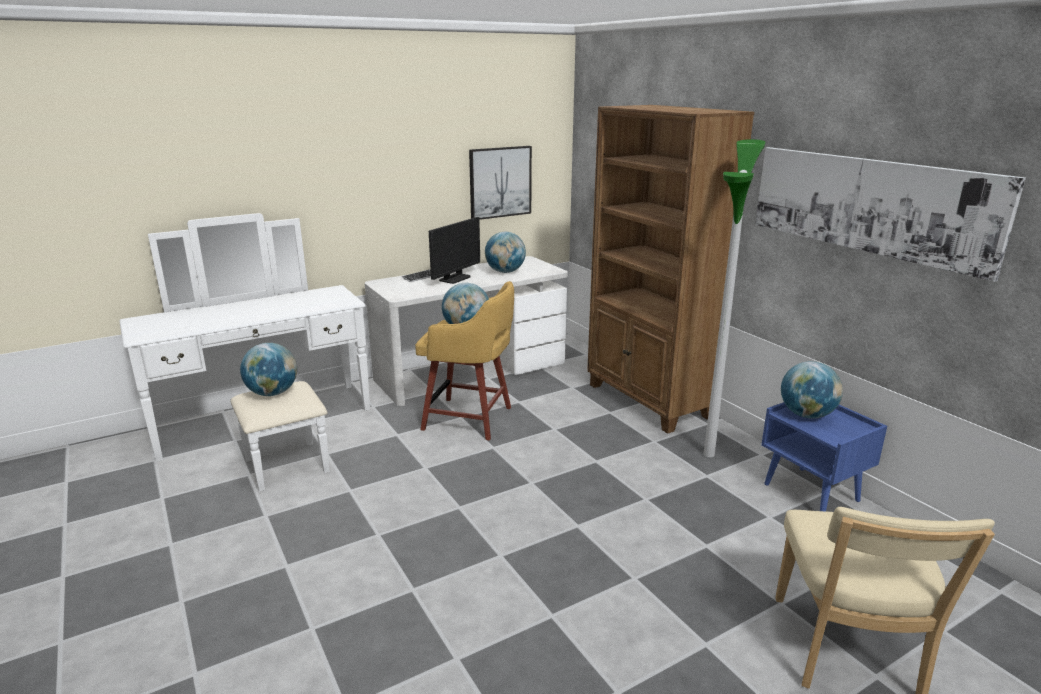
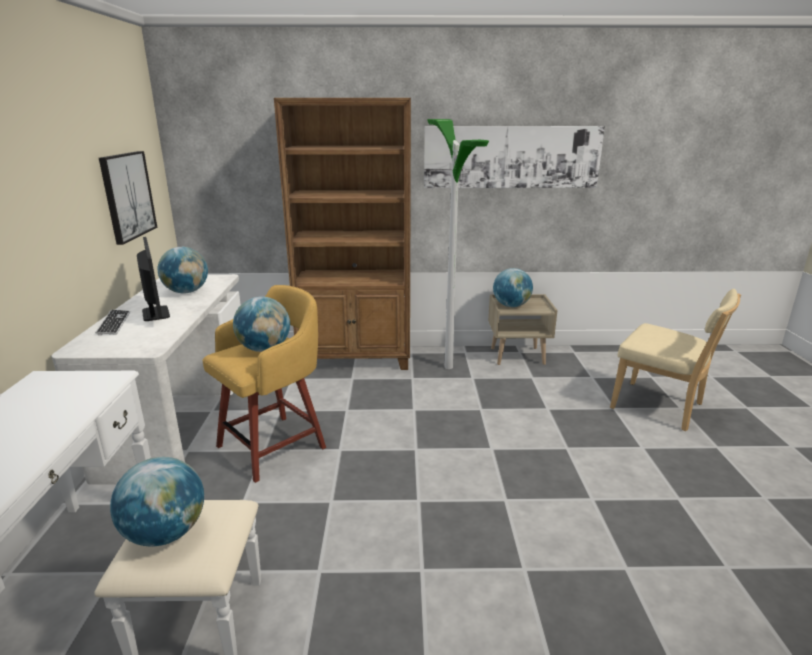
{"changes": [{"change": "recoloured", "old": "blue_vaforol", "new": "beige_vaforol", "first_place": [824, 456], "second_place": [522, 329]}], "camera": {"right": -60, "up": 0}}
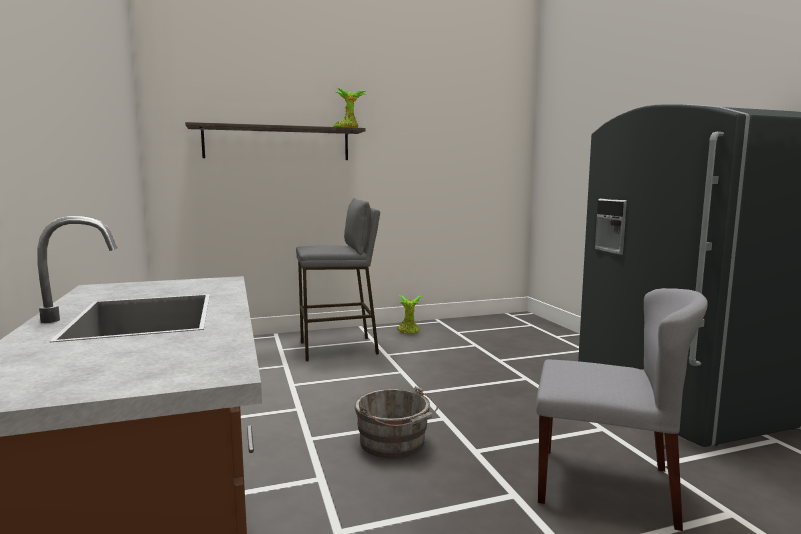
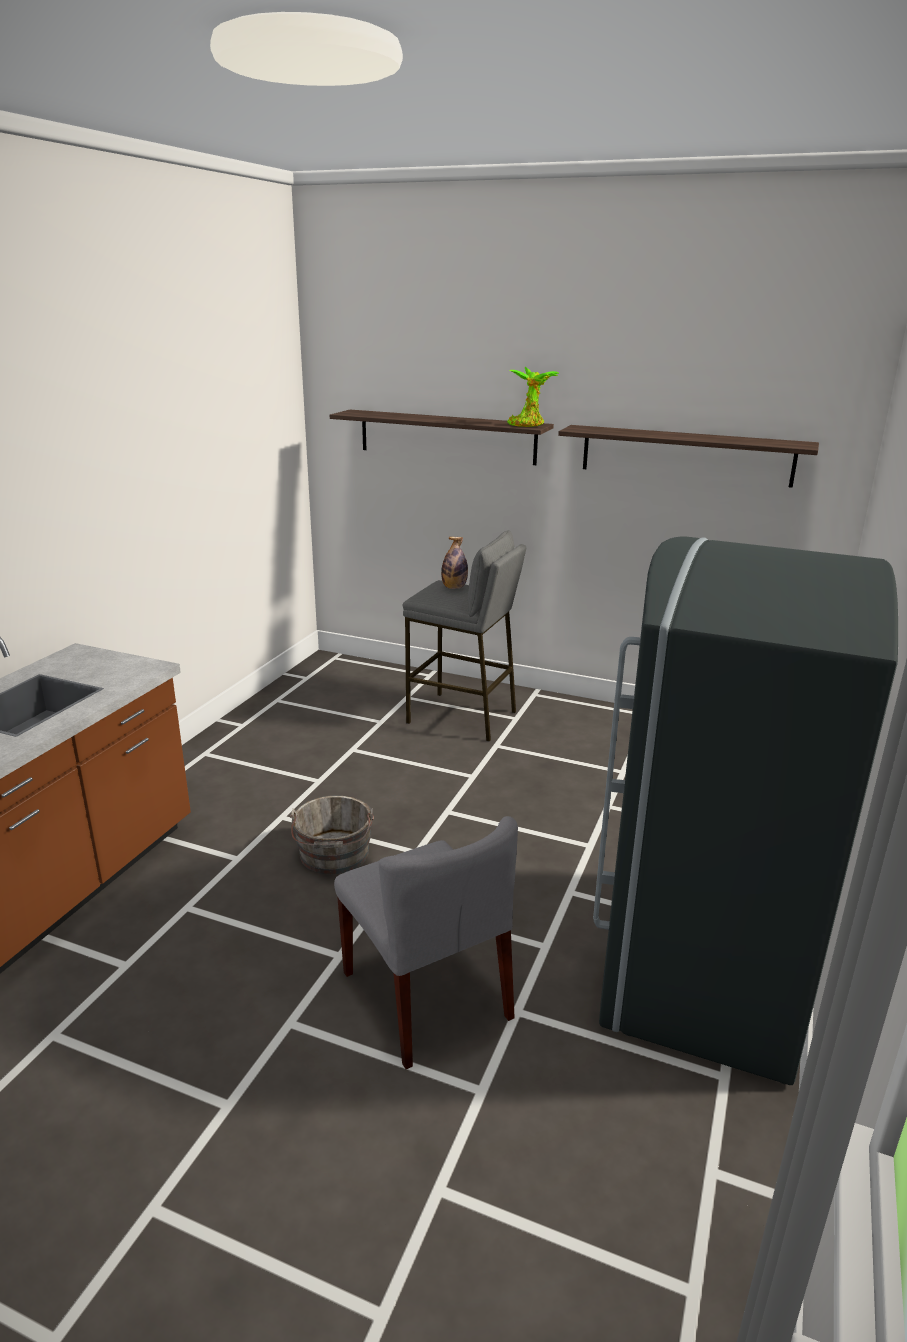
{"changes": [{"change": "removed", "old": "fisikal", "first_place": [410, 314]}, {"change": "added", "new": "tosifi", "second_place": [454, 563]}, {"change": "added", "new": "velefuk", "second_place": [688, 456]}], "camera": {"right": 40, "up": 15}}
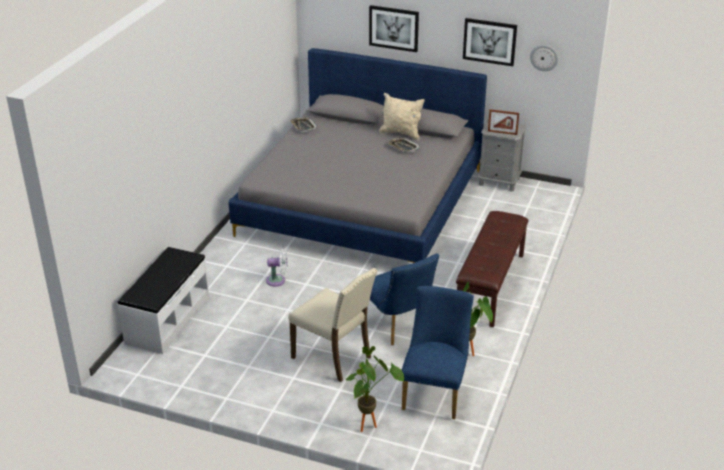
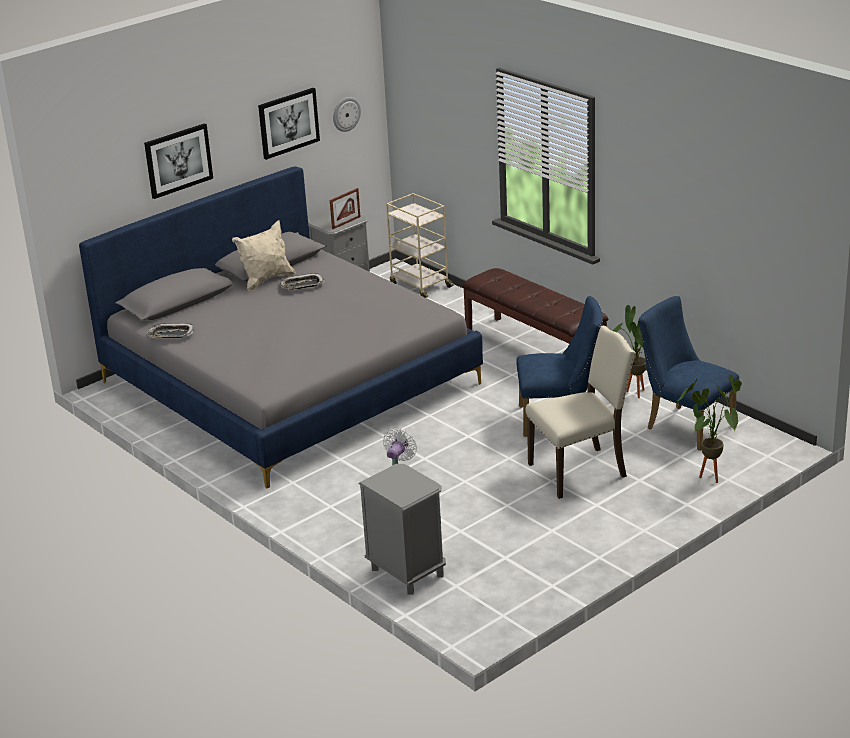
{"changes": [{"change": "replaced", "old": "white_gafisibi", "new": "grey_vaforol", "first_place": [163, 300], "second_place": [402, 529]}, {"change": "added", "new": "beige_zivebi", "second_place": [420, 245]}], "camera": {"right": -60, "up": -5}}
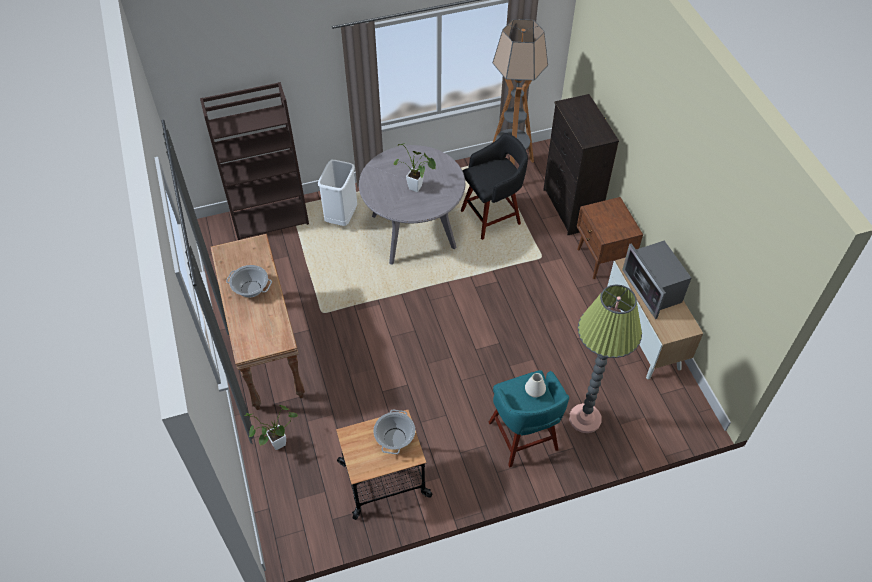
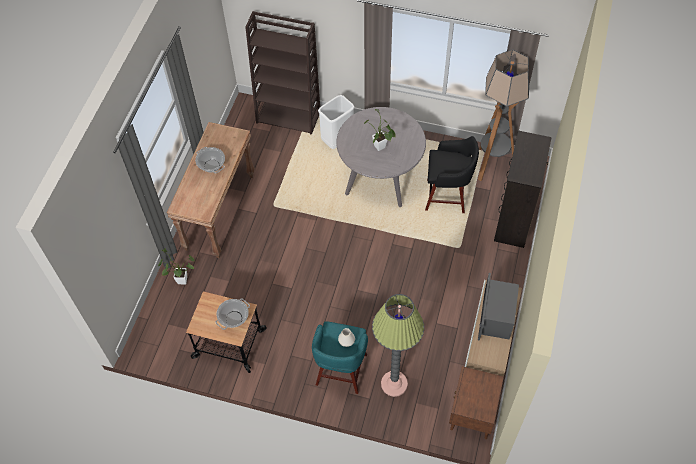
{"changes": [{"change": "moved", "old": "brown_vaforol", "first_place": [610, 238], "second_place": [476, 402]}], "camera": {"right": 35, "up": 5}}
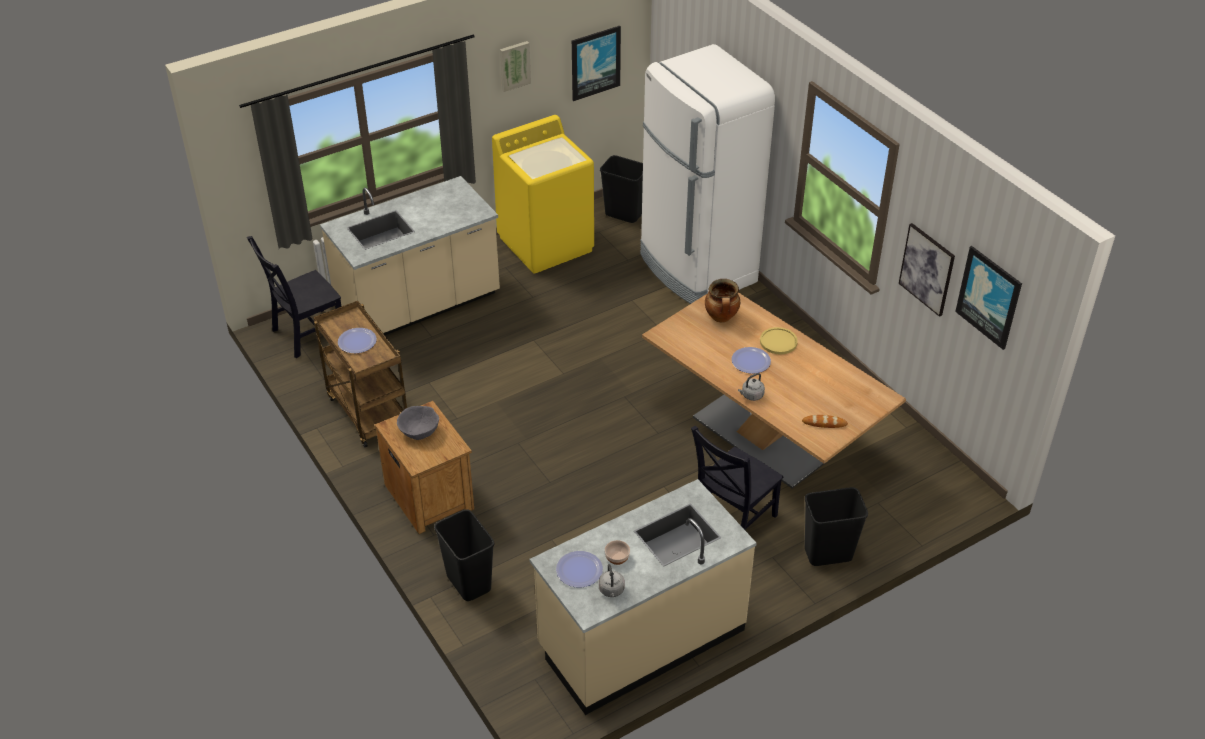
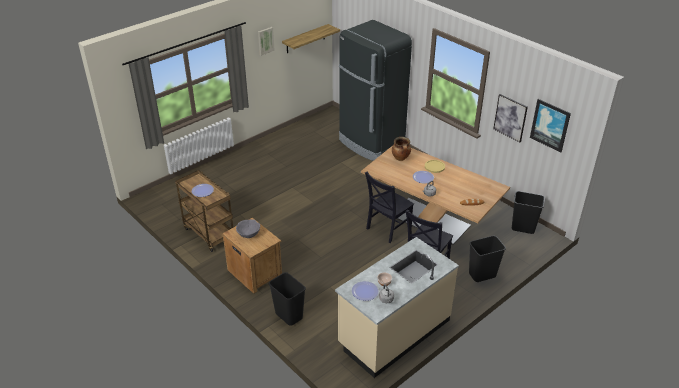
{"changes": [{"change": "moved", "old": "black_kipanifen", "first_place": [294, 297], "second_place": [389, 207]}, {"change": "removed", "old": "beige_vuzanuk", "first_place": [410, 255]}, {"change": "removed", "old": "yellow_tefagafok", "first_place": [543, 194]}, {"change": "replaced", "old": "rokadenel", "new": "velefuk", "first_place": [596, 63], "second_place": [311, 38]}, {"change": "moved", "old": "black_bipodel", "first_place": [621, 189], "second_place": [528, 212]}, {"change": "recoloured", "old": "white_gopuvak", "new": "black_gopuvak", "first_place": [707, 174], "second_place": [375, 90]}], "camera": {"right": -10, "up": -5}}
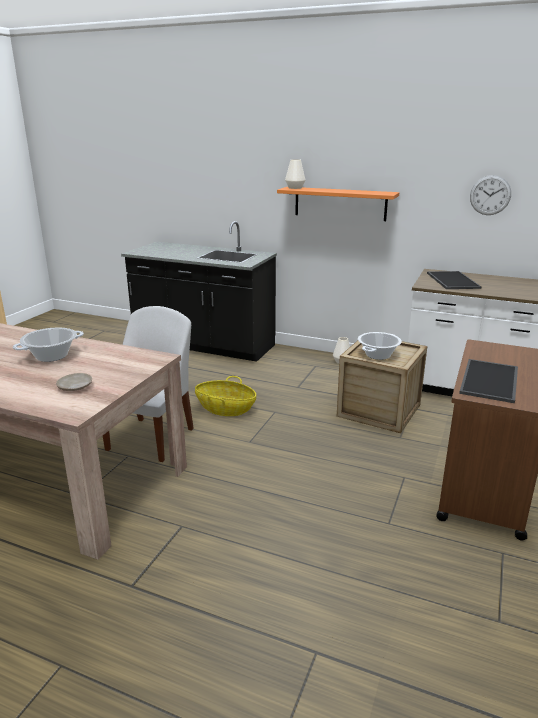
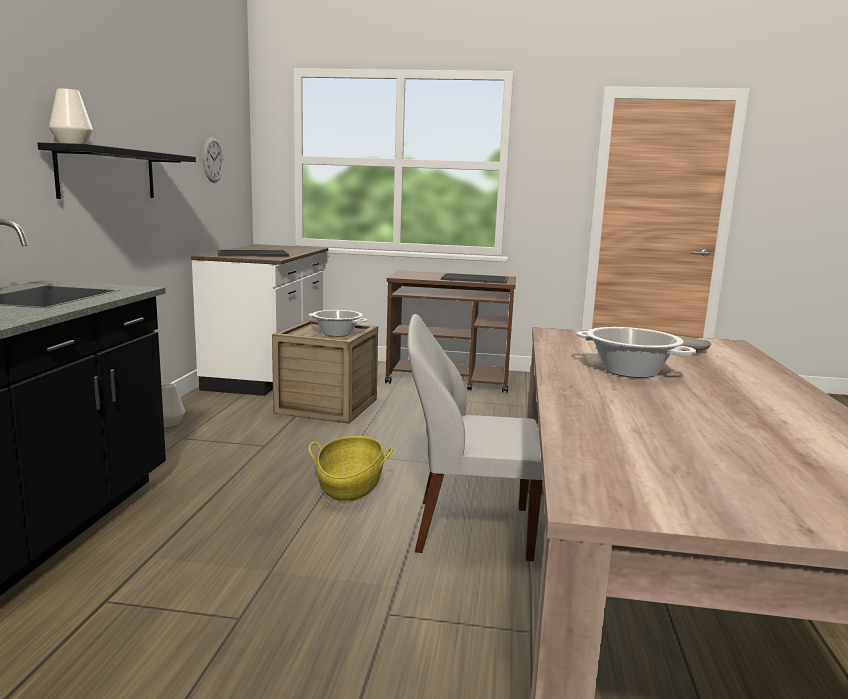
{"changes": [{"change": "recoloured", "old": "orange_velefuk", "new": "black_velefuk", "first_place": [338, 204], "second_place": [117, 171]}], "camera": {"right": -105, "up": -10}}
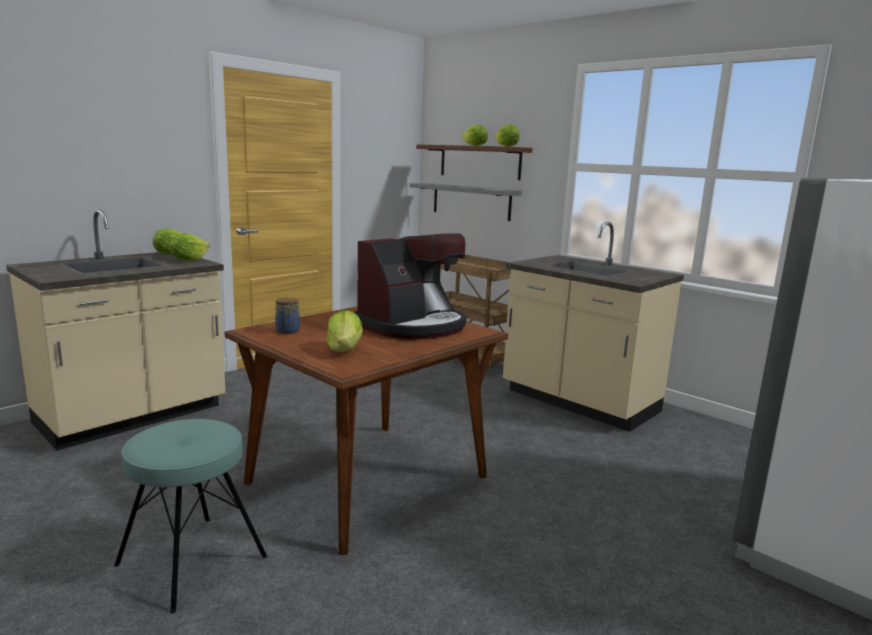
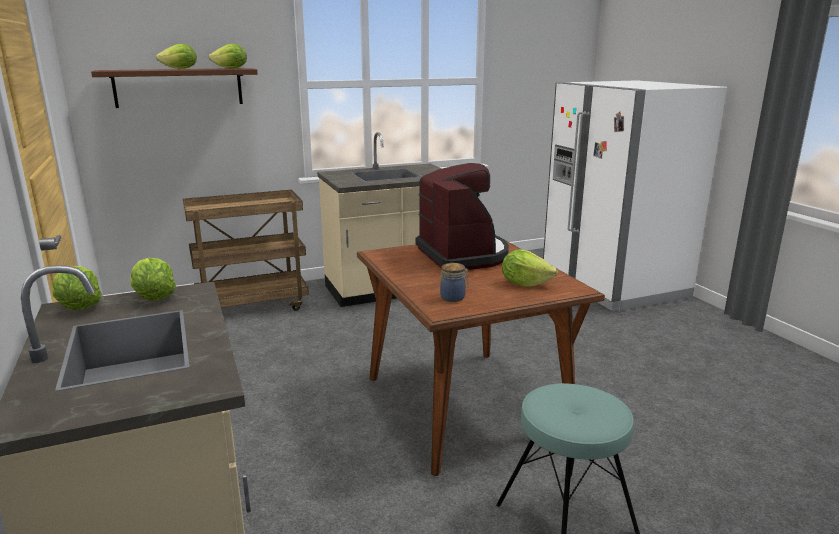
{"changes": [{"change": "removed", "old": "grey_velefuk", "first_place": [466, 202]}], "camera": {"right": -65, "up": 5}}
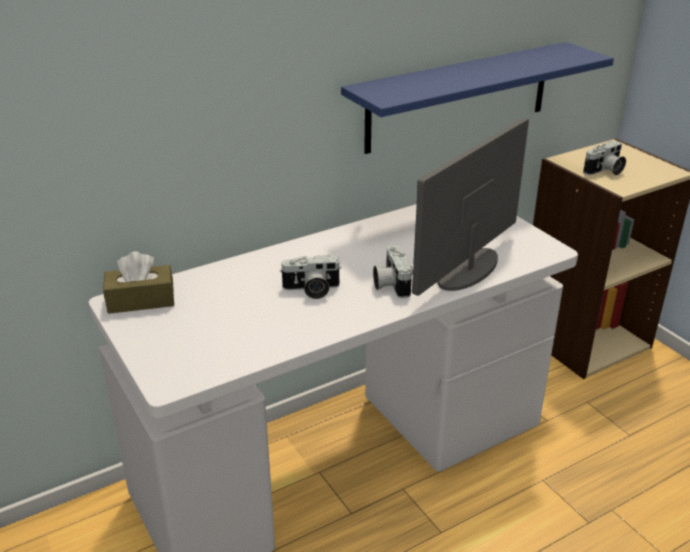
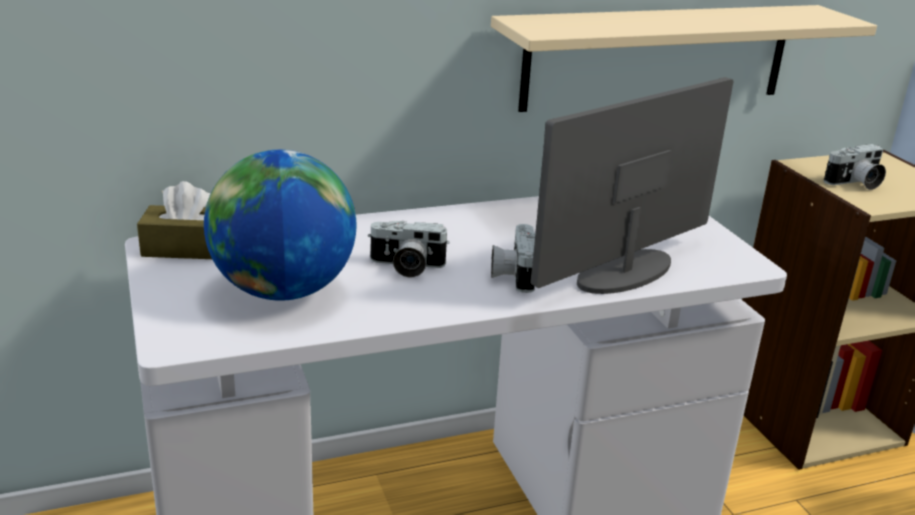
{"changes": [{"change": "recoloured", "old": "blue_velefuk", "new": "beige_velefuk", "first_place": [477, 98], "second_place": [684, 58]}, {"change": "added", "new": "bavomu", "second_place": [280, 225]}], "camera": {"right": 10, "up": -5}}
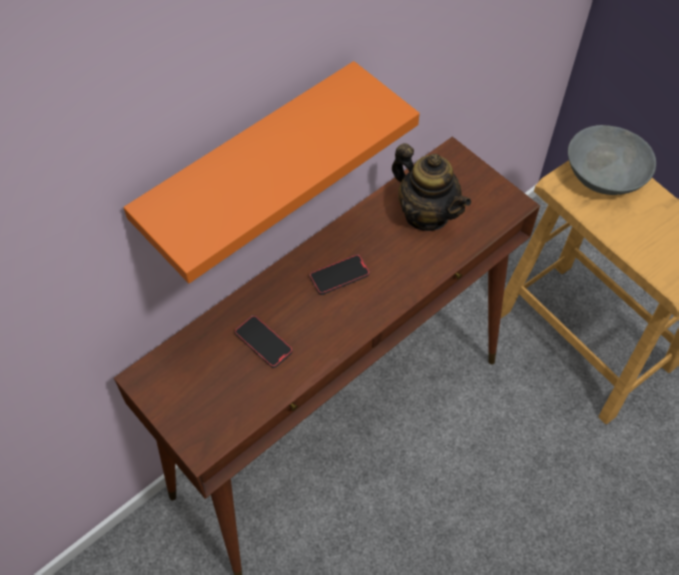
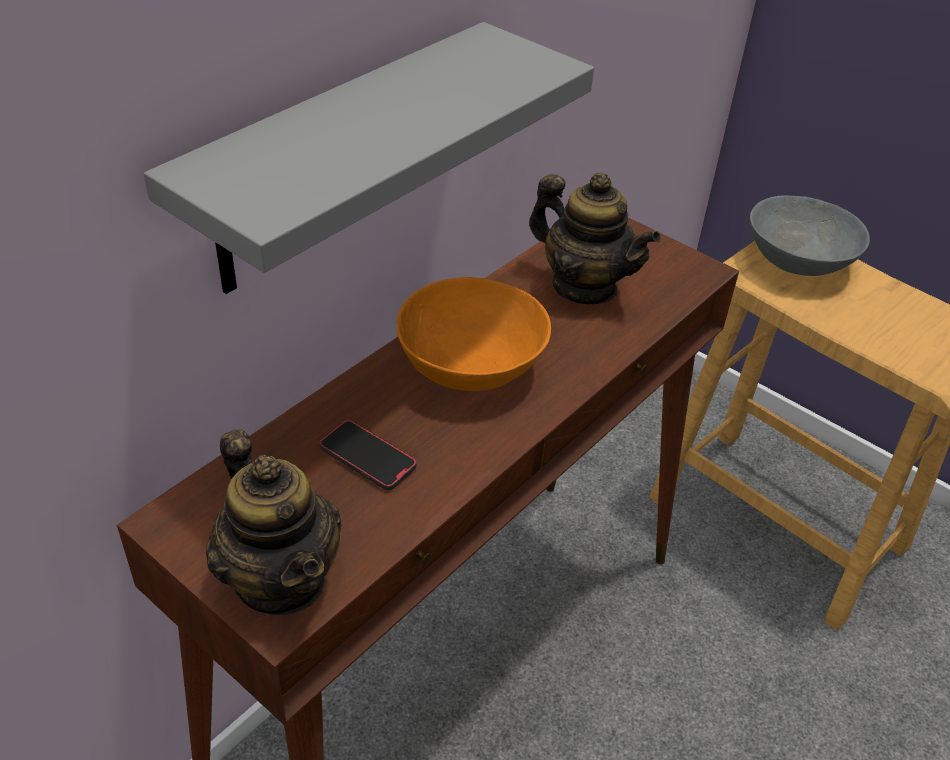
{"changes": [{"change": "recoloured", "old": "orange_velefuk", "new": "grey_velefuk", "first_place": [271, 172], "second_place": [369, 158]}, {"change": "replaced", "old": "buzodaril", "new": "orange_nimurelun", "first_place": [340, 274], "second_place": [474, 334]}, {"change": "added", "new": "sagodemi", "second_place": [274, 522]}], "camera": {"right": -10, "up": -15}}
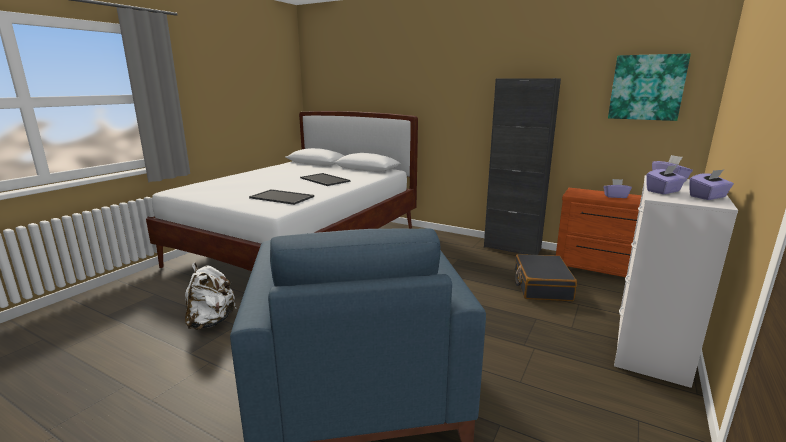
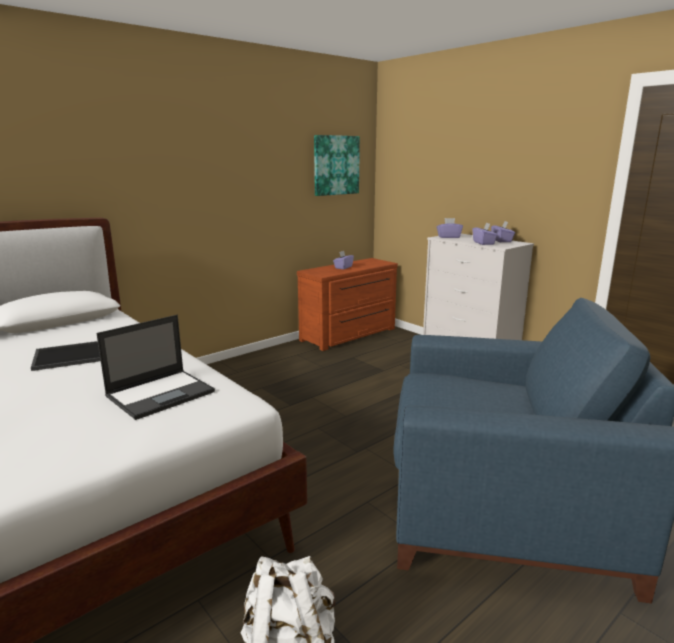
{"changes": [{"change": "replaced", "old": "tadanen", "new": "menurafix", "first_place": [281, 197], "second_place": [155, 367]}, {"change": "removed", "old": "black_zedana", "first_place": [522, 166]}, {"change": "removed", "old": "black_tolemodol", "first_place": [546, 277]}], "camera": {"right": -70, "up": 0}}
